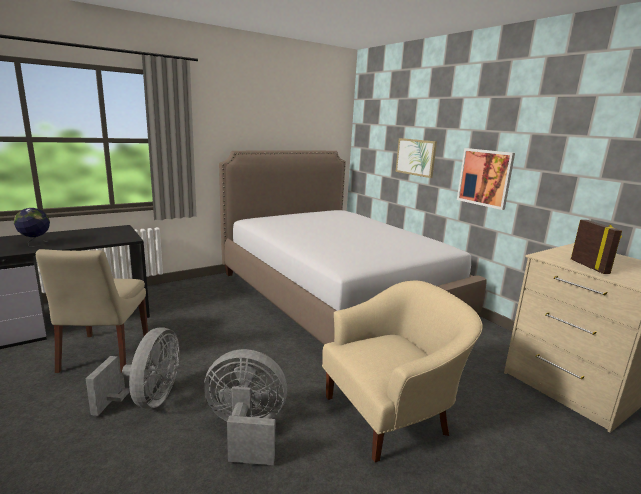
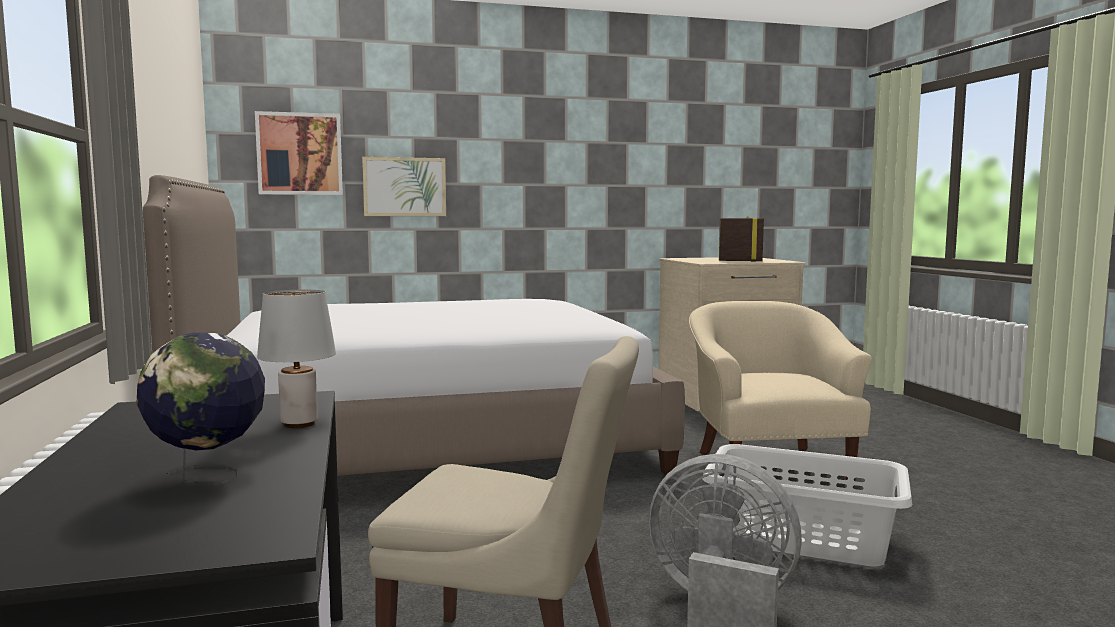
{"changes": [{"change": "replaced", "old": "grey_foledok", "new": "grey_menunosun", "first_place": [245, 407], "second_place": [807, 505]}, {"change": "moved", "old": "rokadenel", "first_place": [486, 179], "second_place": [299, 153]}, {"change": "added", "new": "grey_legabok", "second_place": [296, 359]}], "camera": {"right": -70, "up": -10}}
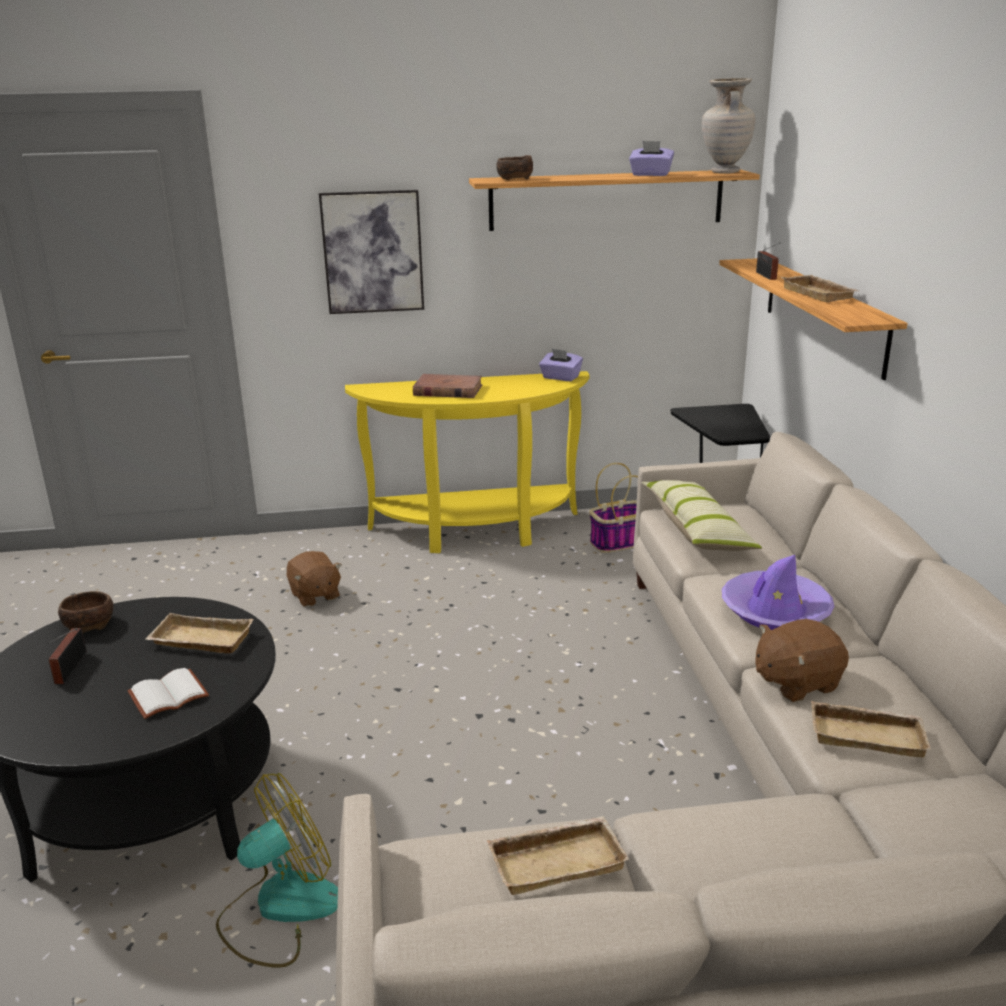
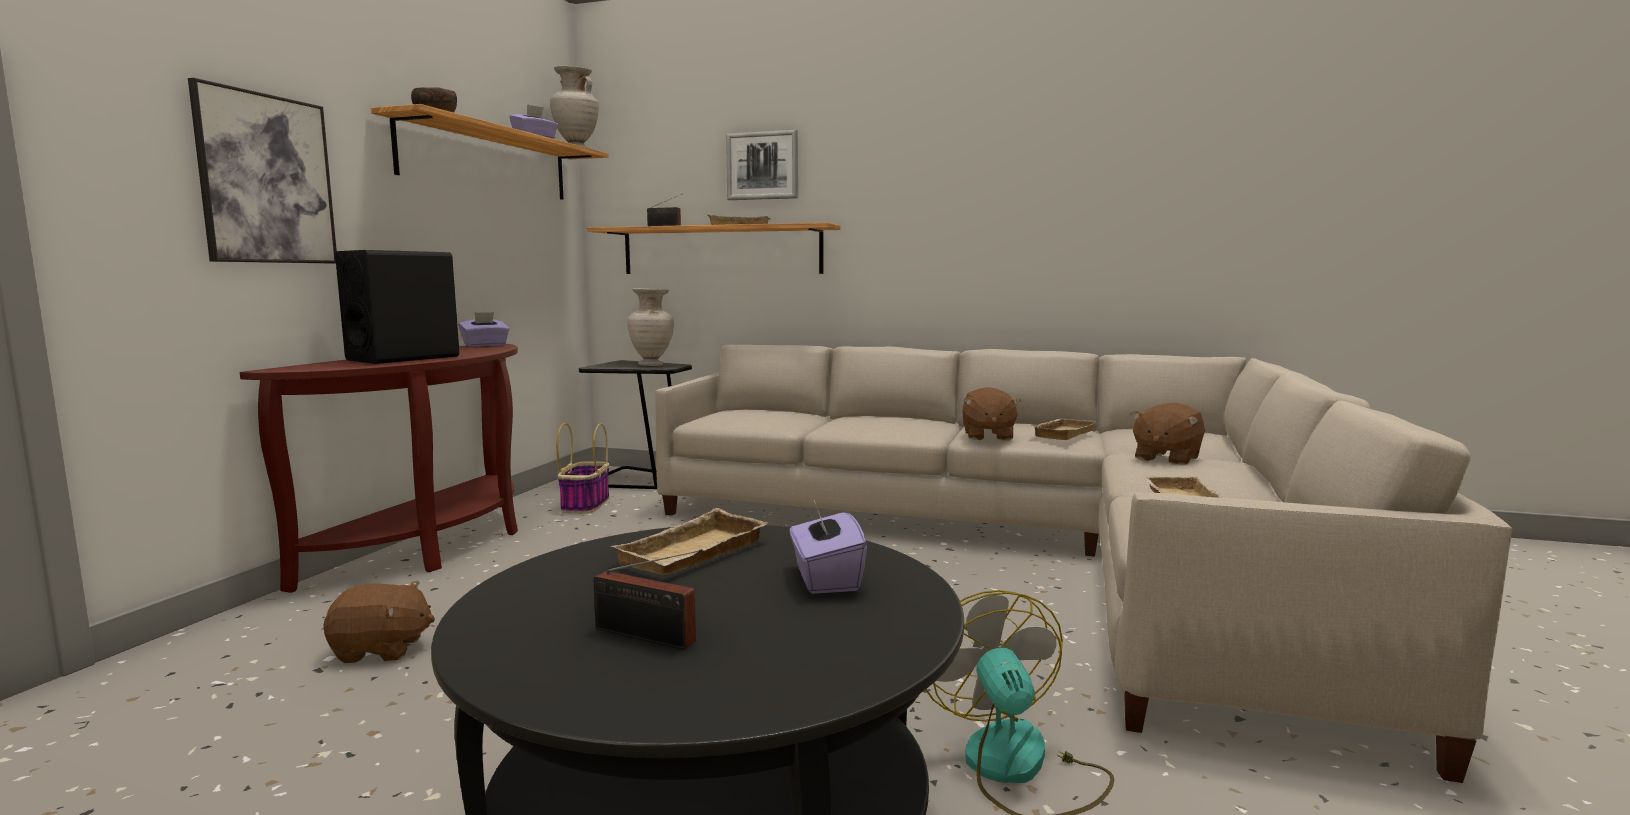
{"changes": [{"change": "removed", "old": "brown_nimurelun", "first_place": [85, 612]}, {"change": "replaced", "old": "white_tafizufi", "new": "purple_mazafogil", "first_place": [168, 693], "second_place": [828, 547]}, {"change": "recoloured", "old": "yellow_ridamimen", "new": "brown_ridamimen", "first_place": [467, 462], "second_place": [379, 468]}, {"change": "replaced", "old": "brown_tafizufi", "new": "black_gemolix", "first_place": [447, 386], "second_place": [397, 307]}, {"change": "removed", "old": "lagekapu", "first_place": [702, 515]}, {"change": "removed", "old": "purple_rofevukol", "first_place": [778, 592]}, {"change": "added", "new": "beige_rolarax", "second_place": [650, 327]}, {"change": "added", "new": "rokadenel", "second_place": [762, 165]}, {"change": "added", "new": "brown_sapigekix", "second_place": [1168, 434]}], "camera": {"right": -65, "up": -15}}
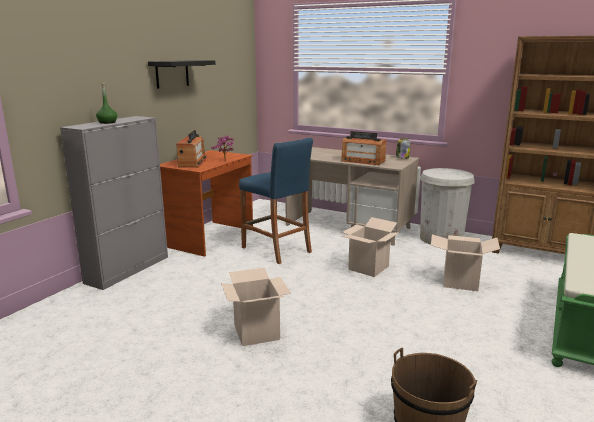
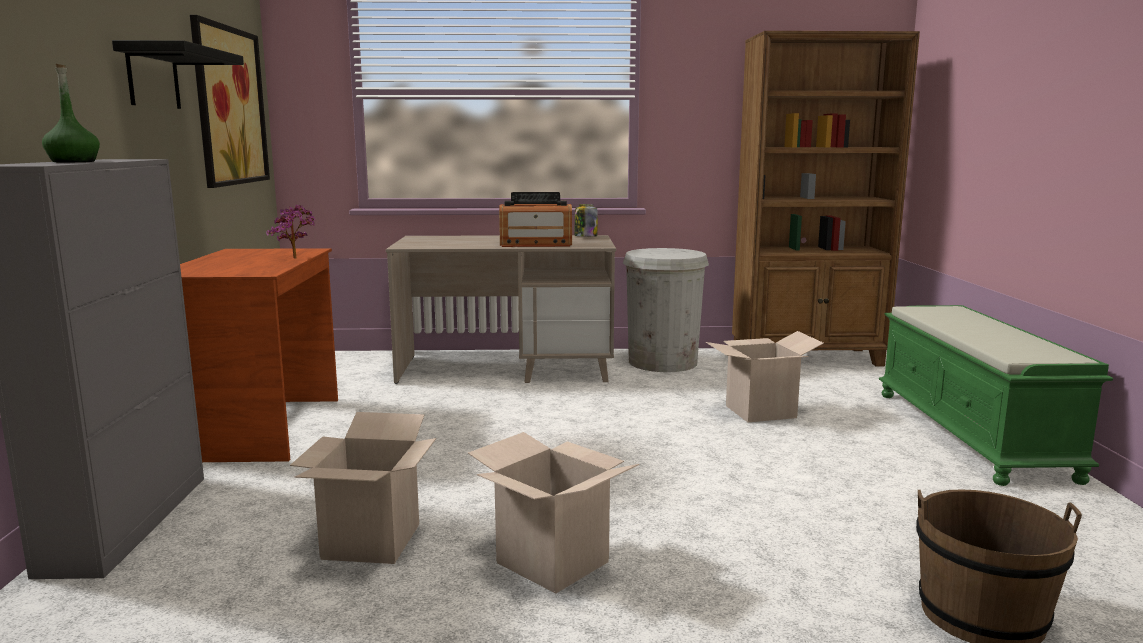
{"changes": [{"change": "removed", "old": "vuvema", "first_place": [191, 149]}, {"change": "removed", "old": "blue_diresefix", "first_place": [276, 201]}, {"change": "moved", "old": "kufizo", "first_place": [370, 247], "second_place": [363, 488]}, {"change": "added", "new": "rokadenel", "second_place": [230, 101]}], "camera": {"right": -30, "up": -5}}
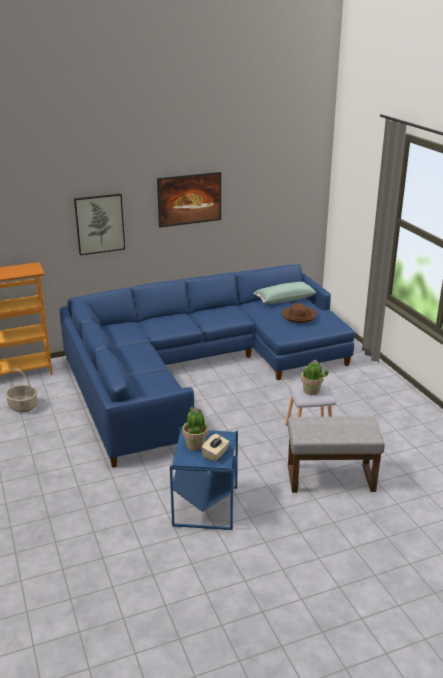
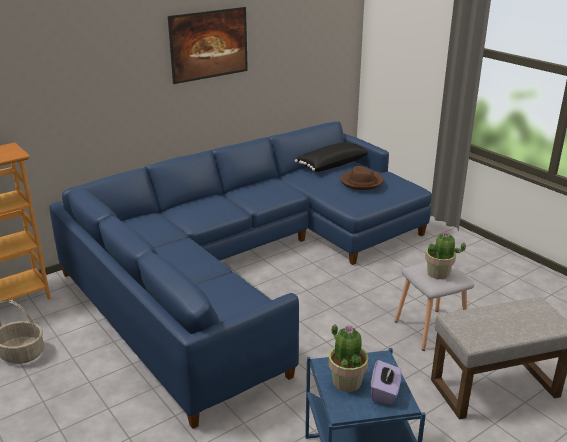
{"changes": [{"change": "removed", "old": "rokadenel", "first_place": [99, 224]}, {"change": "recoloured", "old": "beige_mazafogil", "new": "purple_mazafogil", "first_place": [215, 447], "second_place": [386, 382]}, {"change": "recoloured", "old": "green_lagekapu", "new": "black_lagekapu", "first_place": [285, 293], "second_place": [331, 157]}], "camera": {"right": -15, "up": 0}}
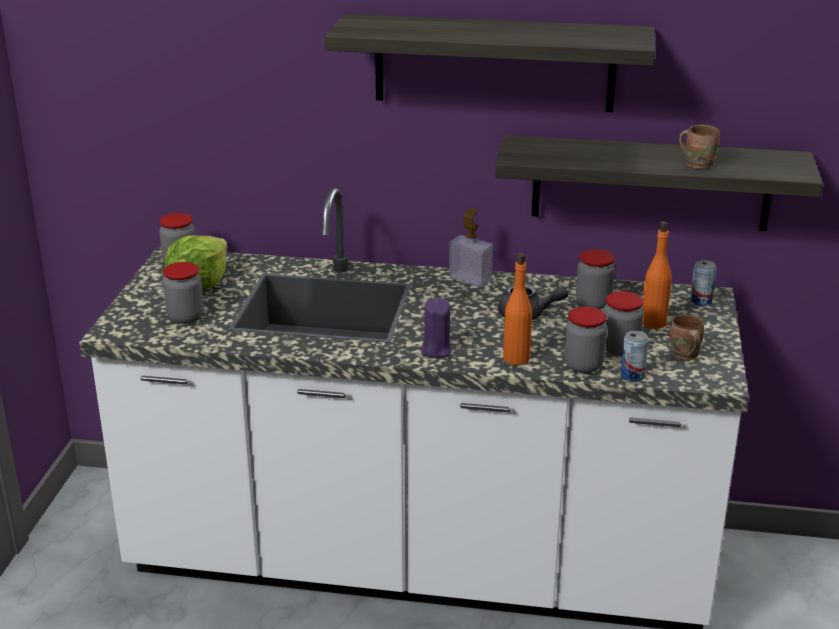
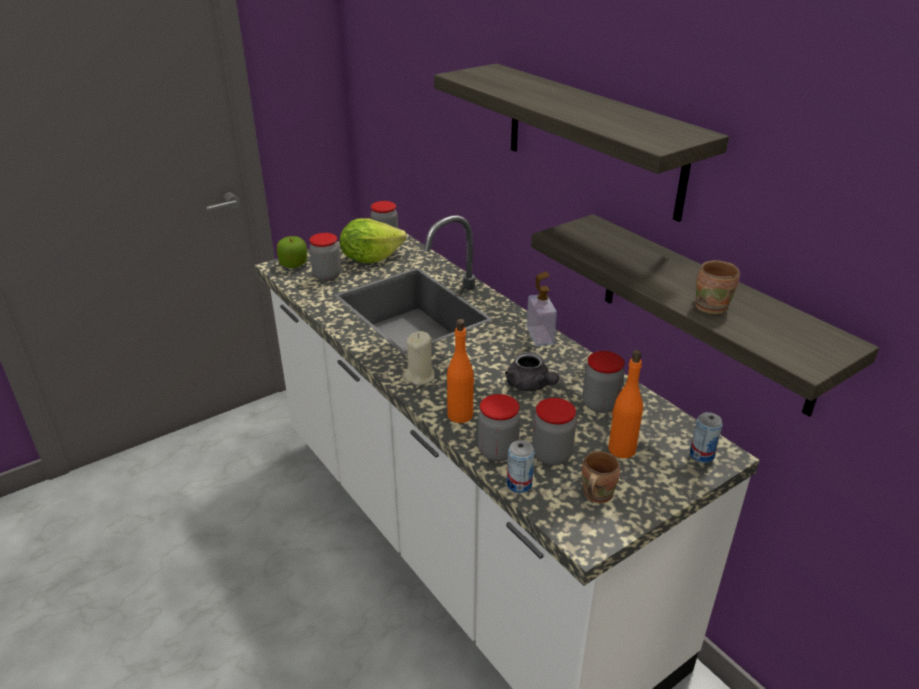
{"changes": [{"change": "recoloured", "old": "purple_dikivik", "new": "beige_dikivik", "first_place": [436, 328], "second_place": [419, 358]}, {"change": "added", "new": "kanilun", "second_place": [292, 252]}], "camera": {"right": 45, "up": 5}}
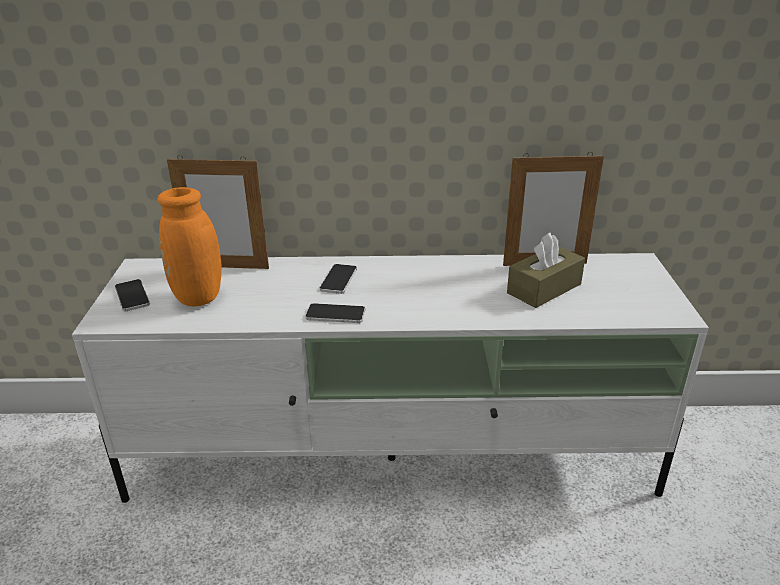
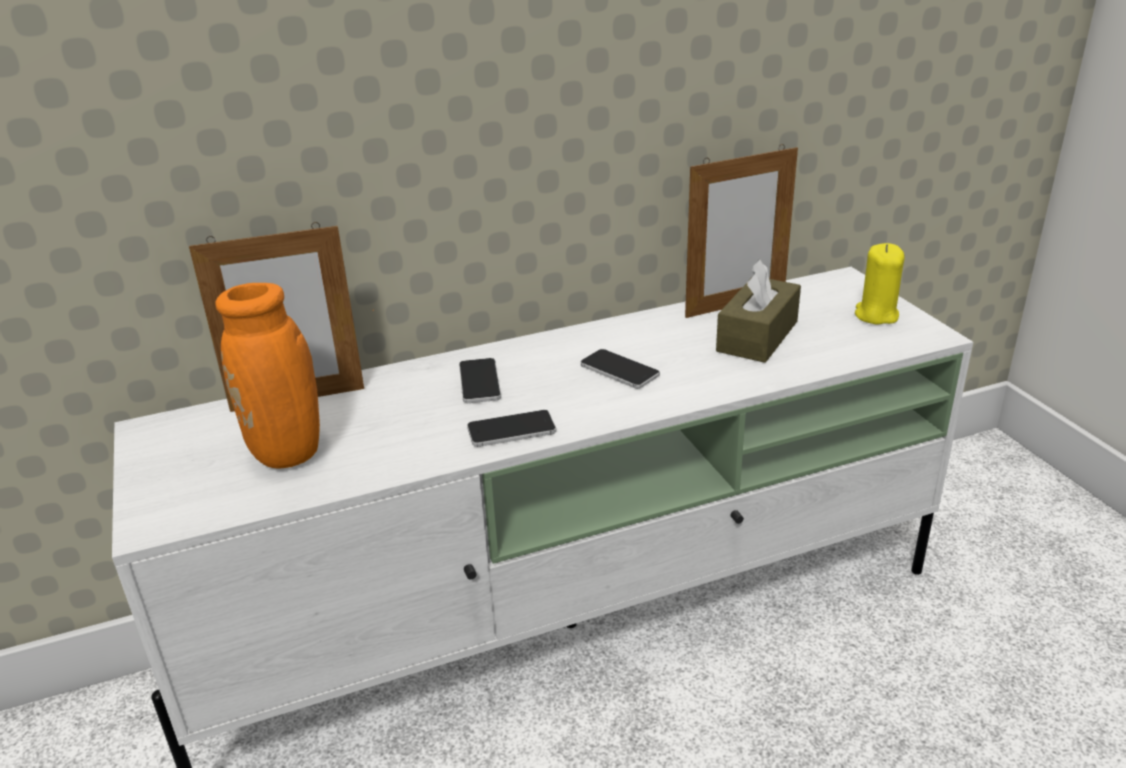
{"changes": [{"change": "moved", "old": "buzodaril", "first_place": [132, 295], "second_place": [620, 369]}, {"change": "added", "new": "yellow_dikivik", "second_place": [879, 283]}], "camera": {"right": -20, "up": 0}}
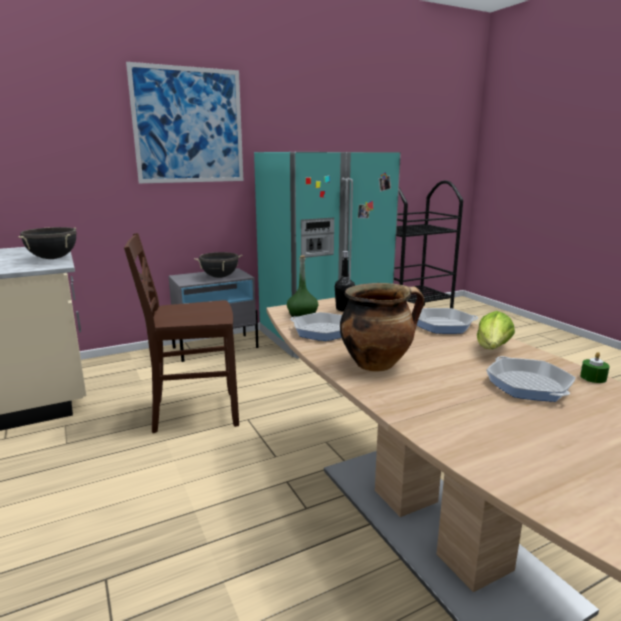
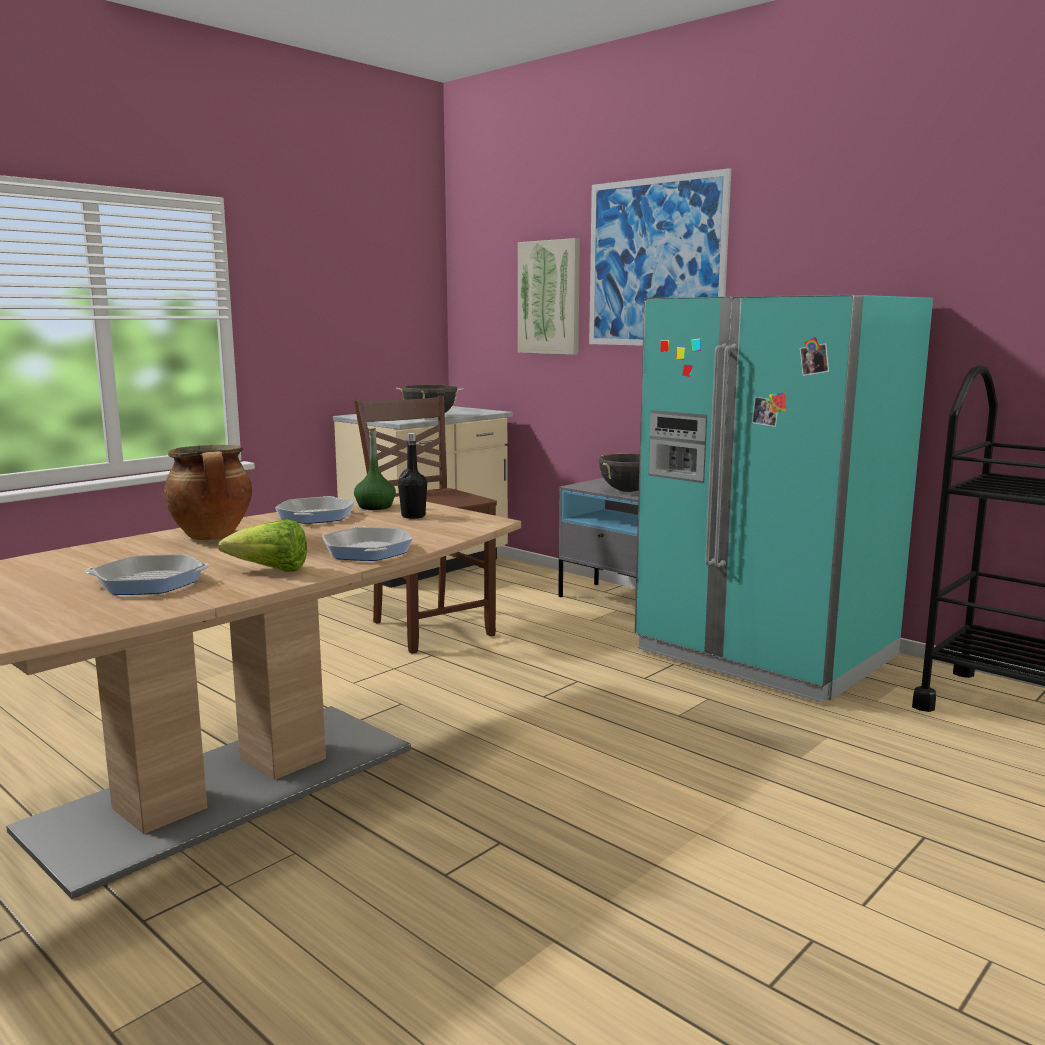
{"changes": [{"change": "turned", "old": "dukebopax", "first_place": [531, 379], "second_place": [147, 574], "degrees": -150}, {"change": "removed", "old": "green_dikivik", "first_place": [595, 367]}, {"change": "added", "new": "rokadenel", "second_place": [549, 296]}], "camera": {"right": 70, "up": -5}}
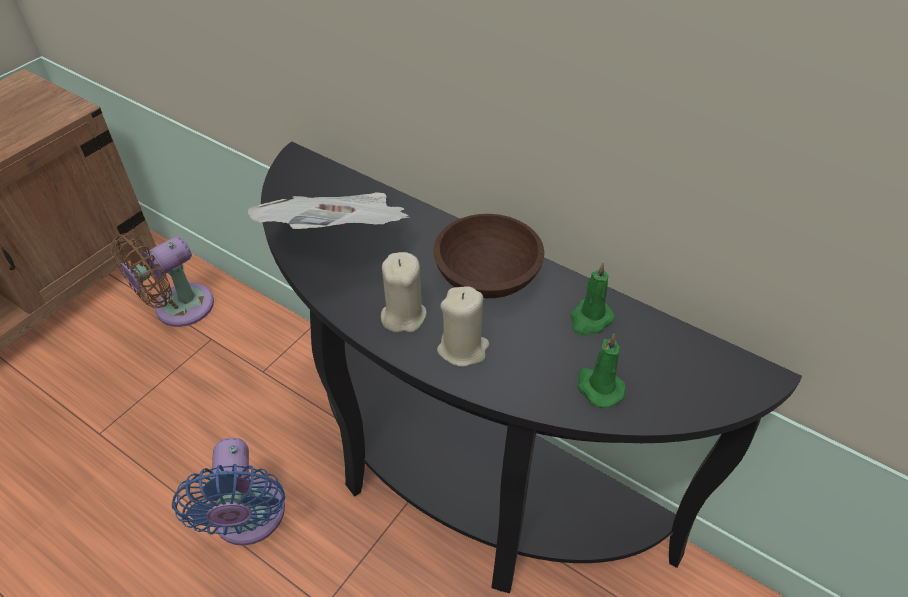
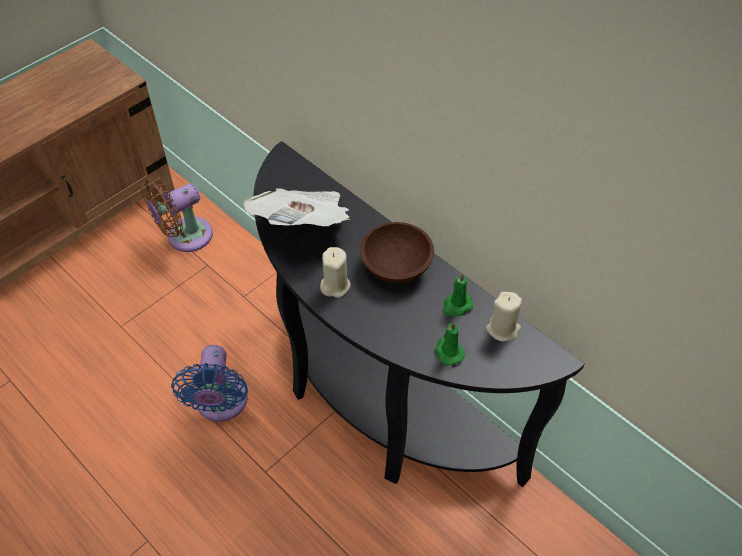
{"changes": [{"change": "moved", "old": "beige_dikivik", "first_place": [463, 327], "second_place": [504, 317]}], "camera": {"right": 10, "up": 5}}
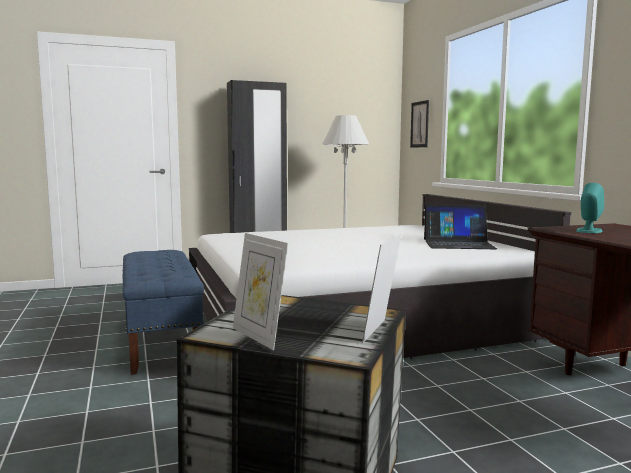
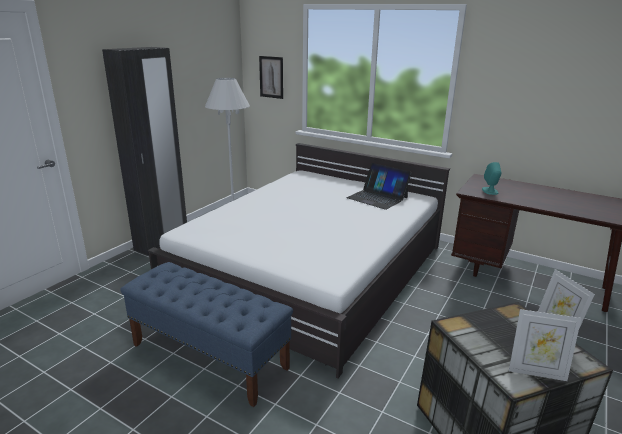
{"changes": [{"change": "turned", "old": "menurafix", "first_place": [460, 226], "second_place": [379, 186], "degrees": 75}], "camera": {"right": -40, "up": 15}}
